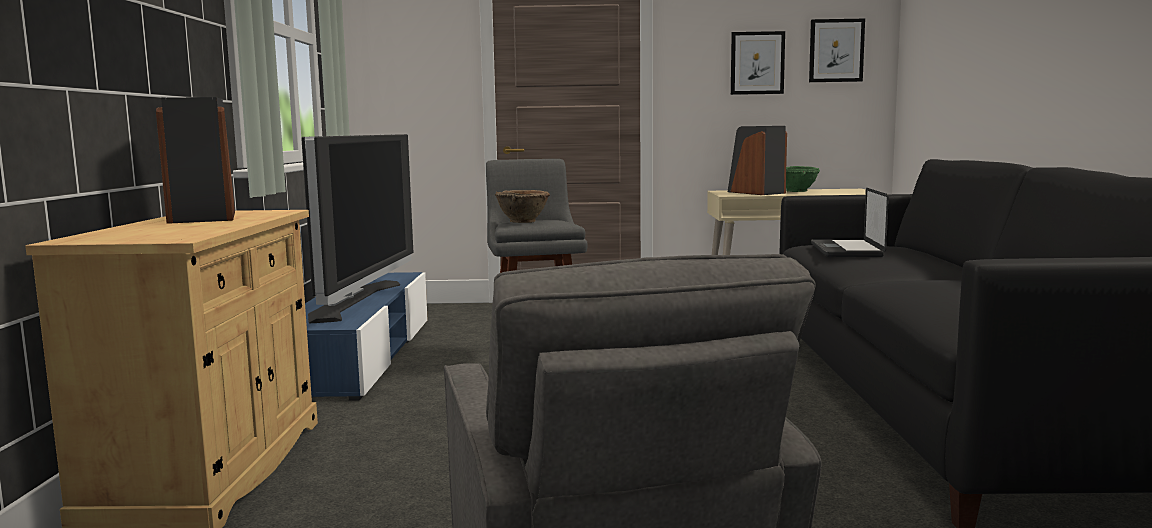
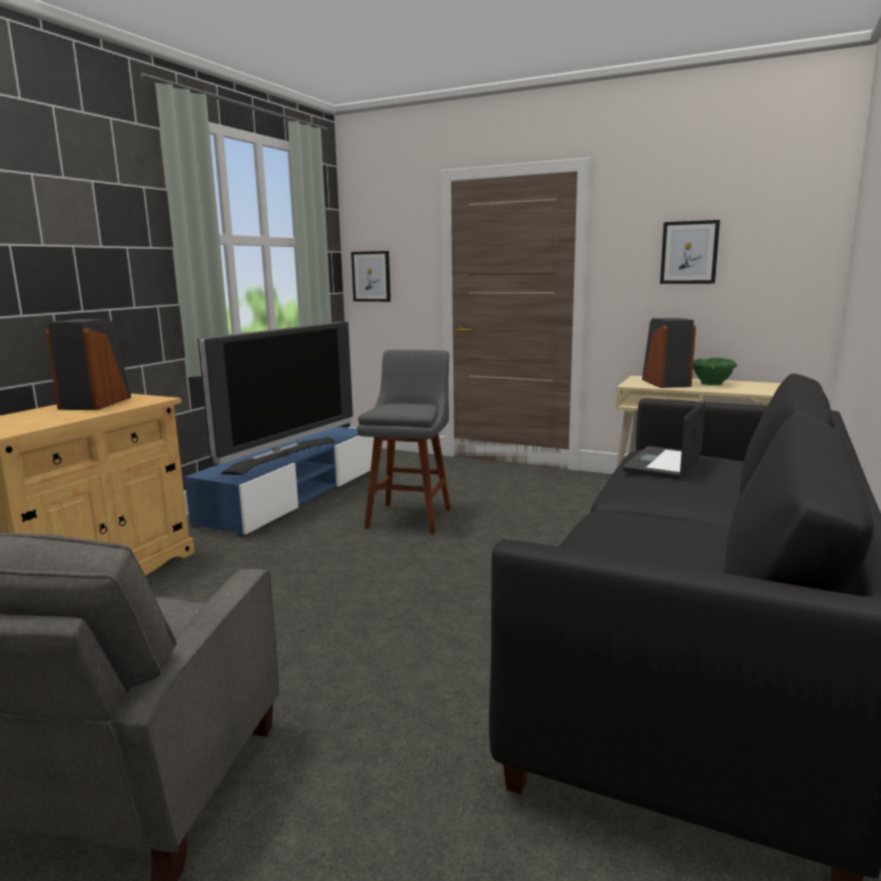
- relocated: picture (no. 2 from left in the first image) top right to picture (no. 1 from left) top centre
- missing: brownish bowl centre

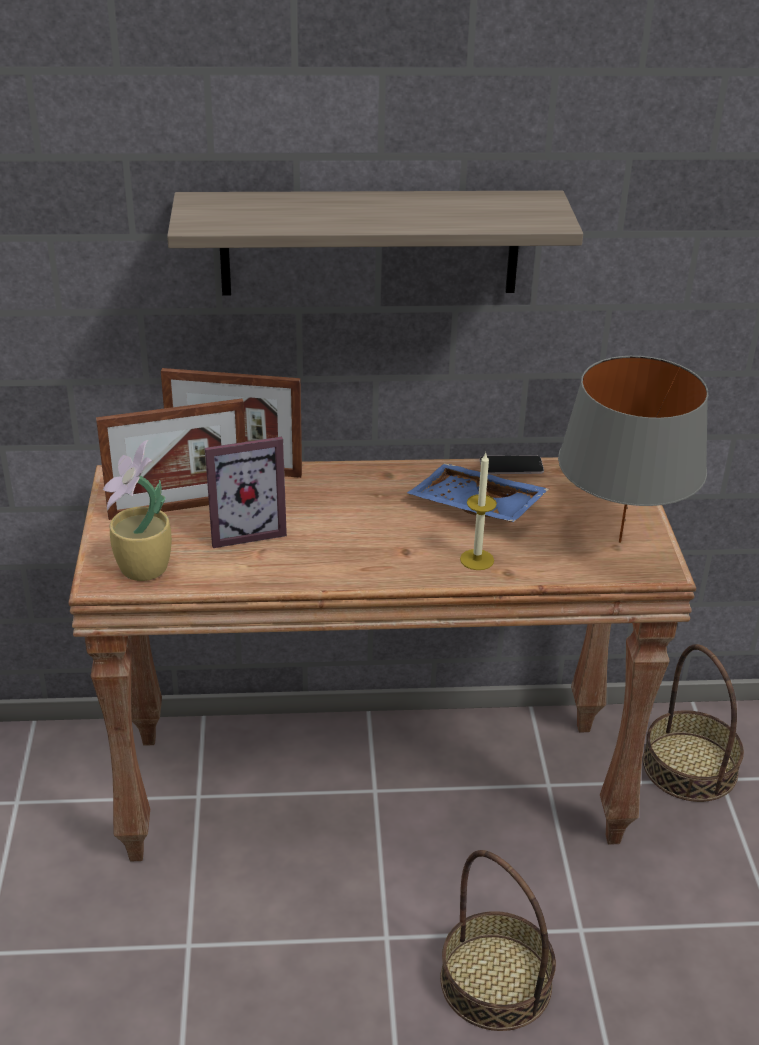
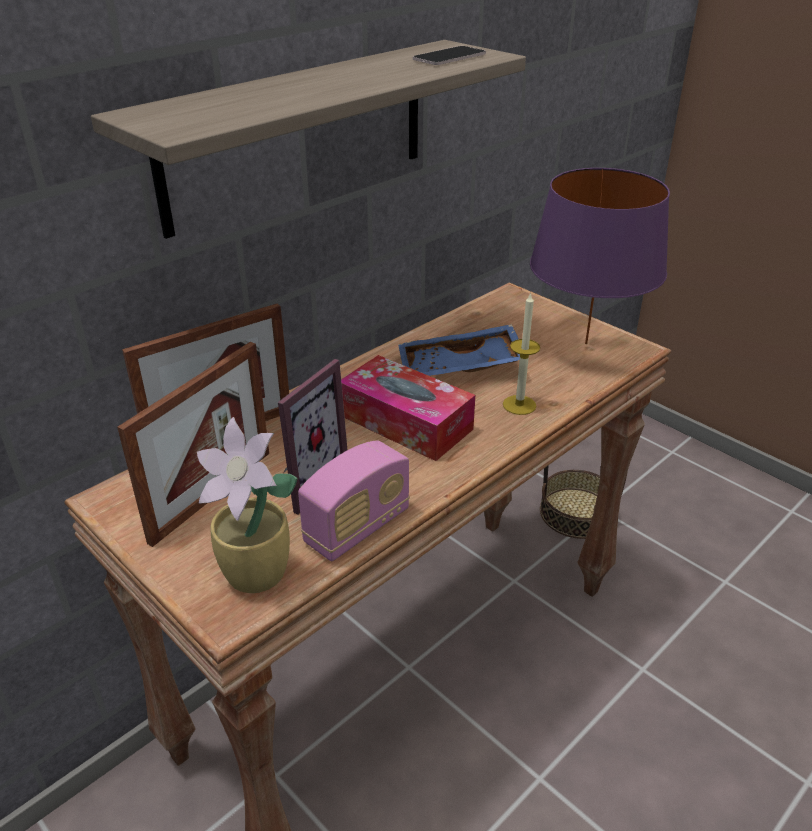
- colour: grey tabletop lamp middle right to purplish tabletop lamp top right
- relocated: handset middle right to top centre
- missing: basket (no. 1 from left) bottom centre
- appeared: tissue holder centre
- appeared: radio set centre

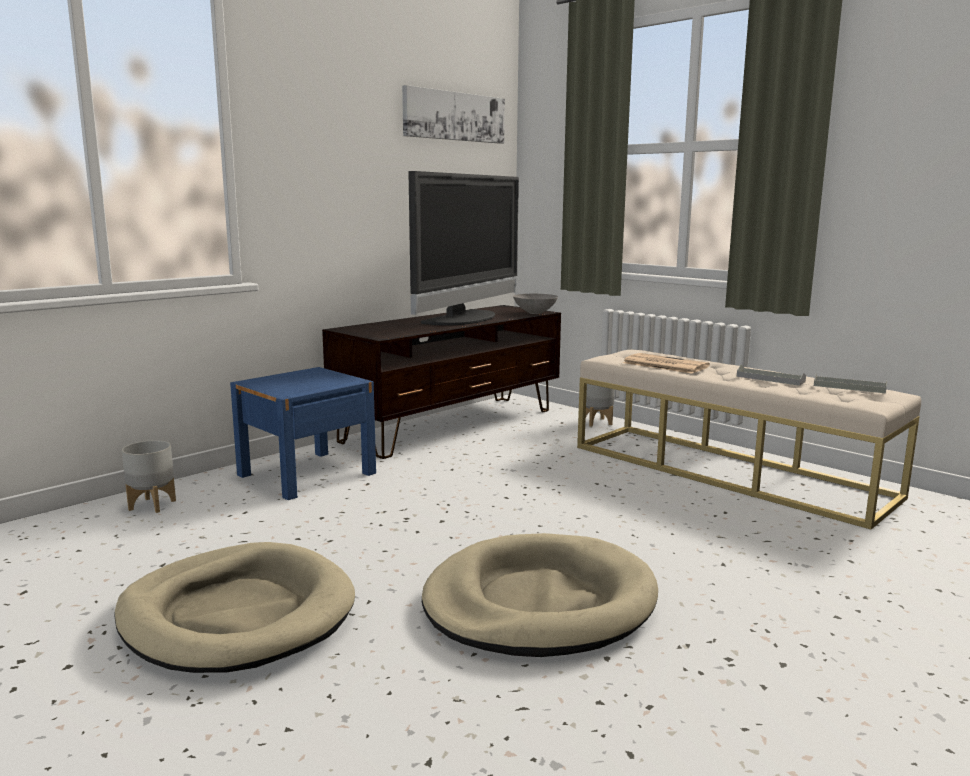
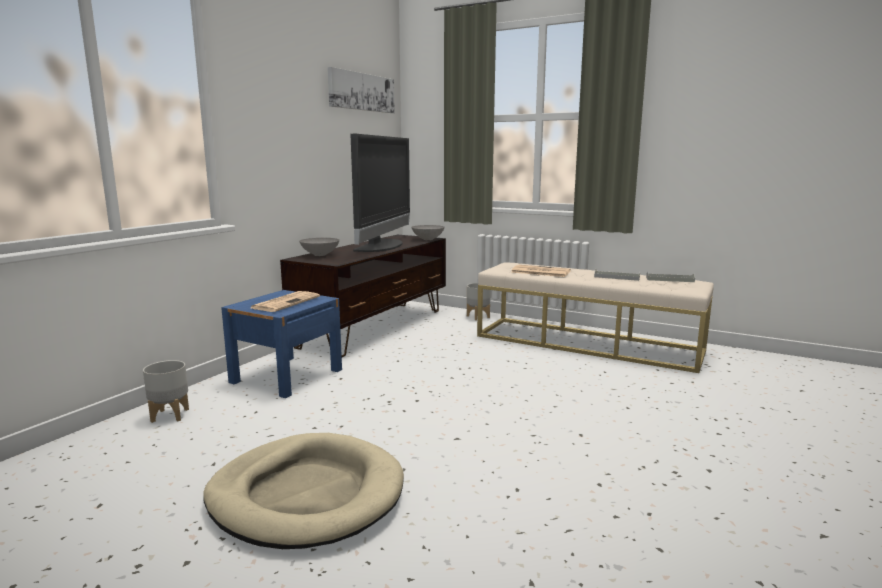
- missing: beige dog bed (no. 2 from left) bottom centre
- appeared: grey bowl (no. 1 from left) centre
- appeared: daily paper (no. 1 from left) middle left

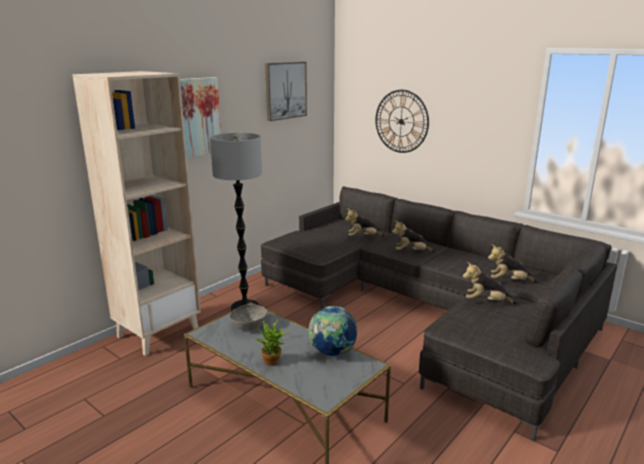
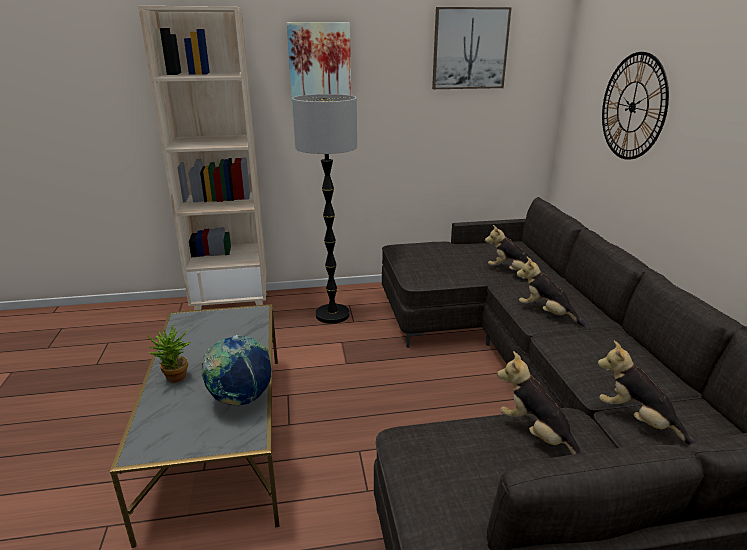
- missing: grey bowl bottom centre

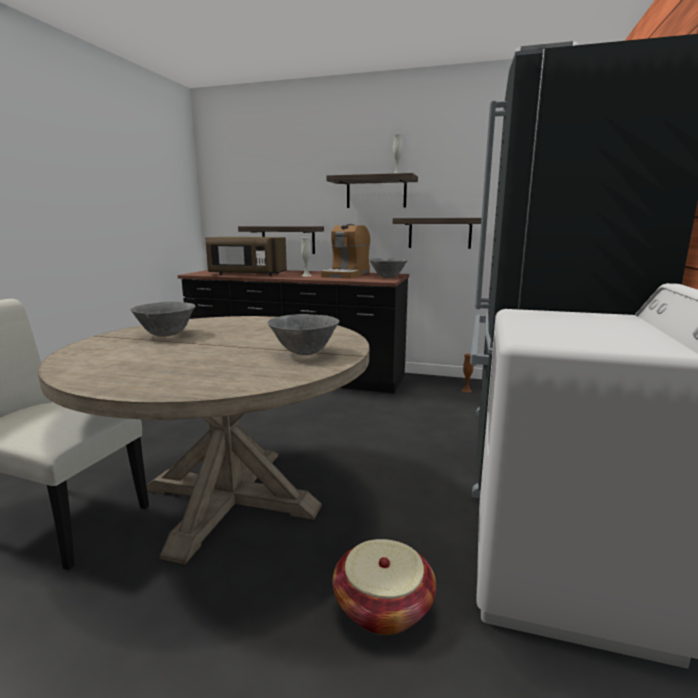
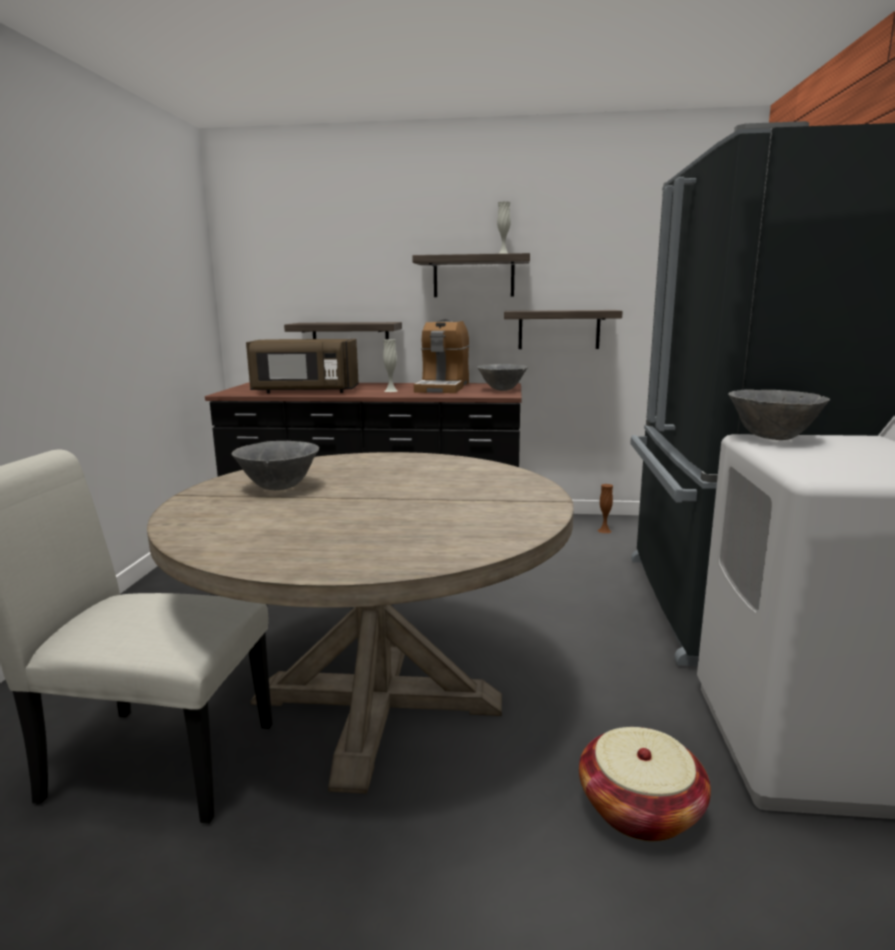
- relocated: grey bowl (no. 2 from left in the first image) centre to grey bowl (no. 3 from left) middle right

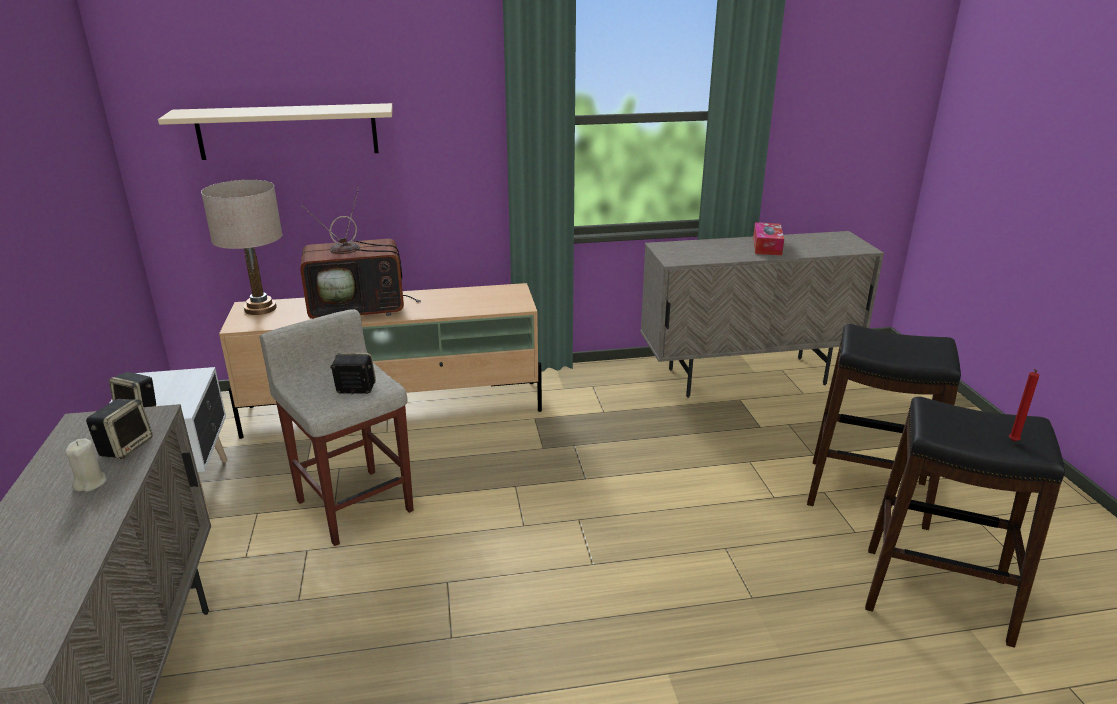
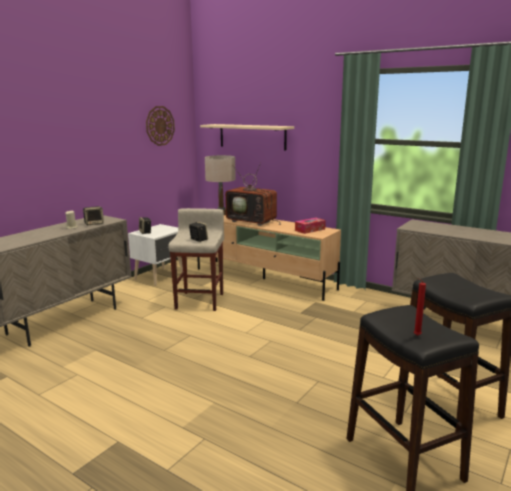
- relocated: tissue holder middle right to centre
- appeared: clock on the wall top left

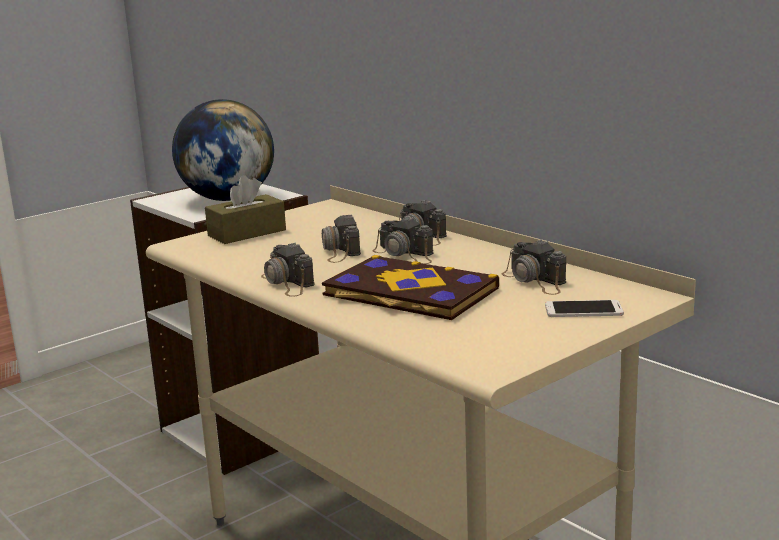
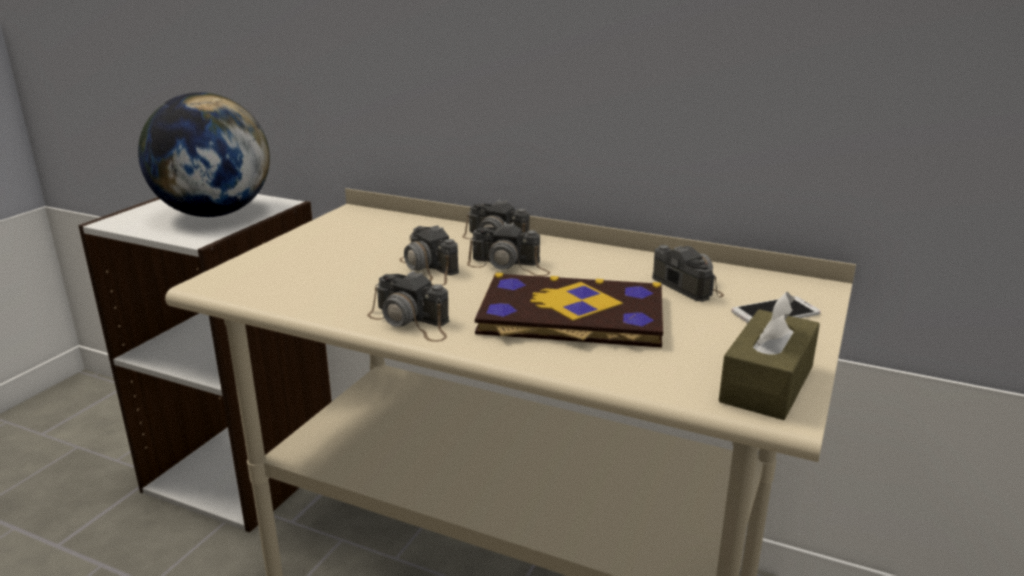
- relocated: brownish tissue holder middle left to middle right
- spun: still camera (no. 5 from left) middle right = middle right 150 degrees counterclockwise

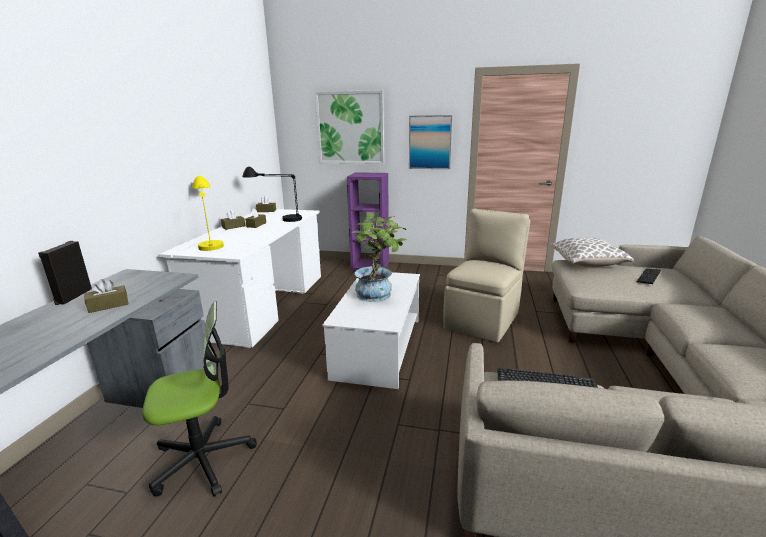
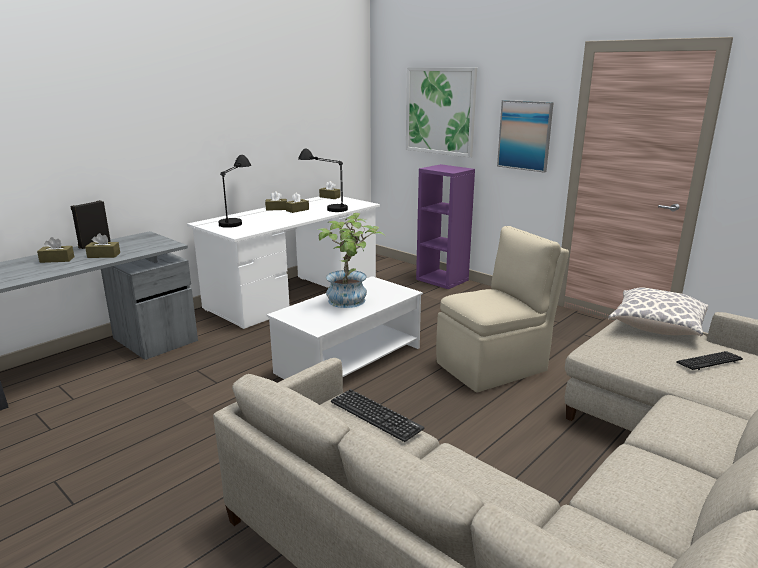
- colour: yellow tabletop lamp middle left to black tabletop lamp (no. 1 from left) middle left
- missing: desk chair bottom left
- appeared: brownish tissue holder (no. 1 from left) middle left

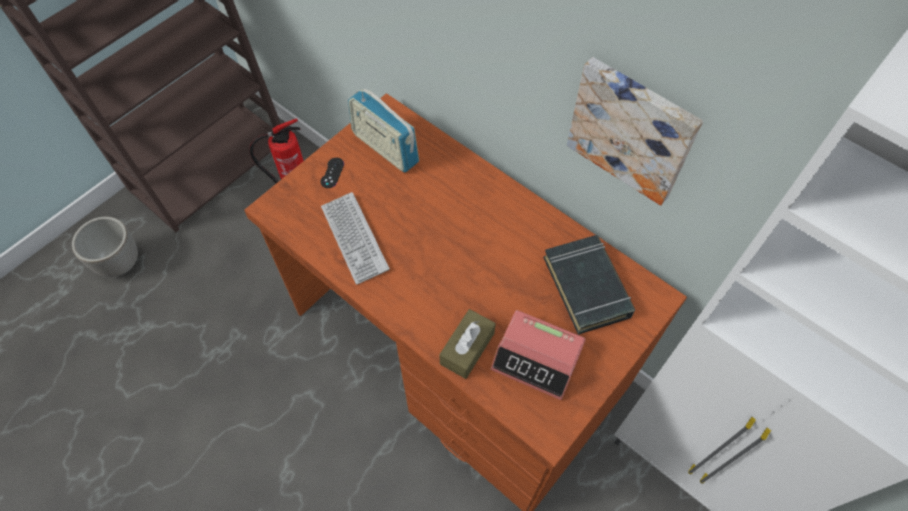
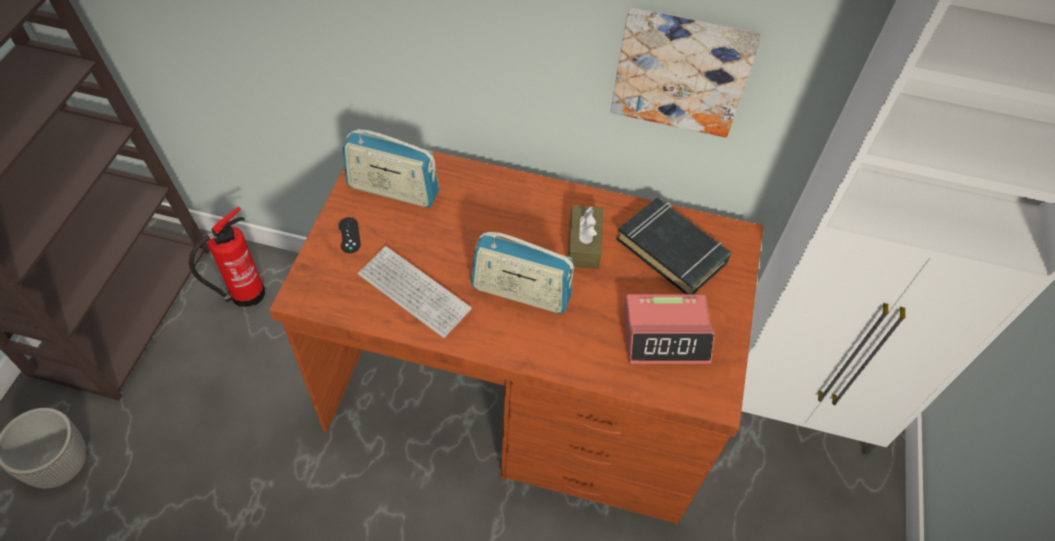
- relocated: brownish tissue holder bottom centre to centre
- appeared: radio set (no. 2 from left) centre

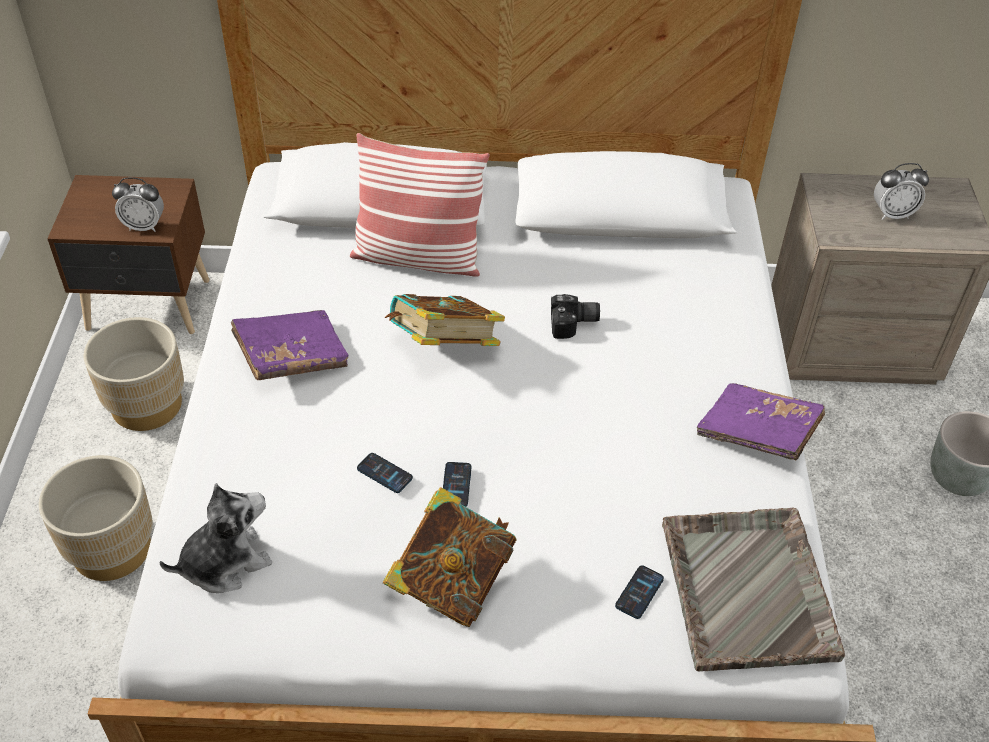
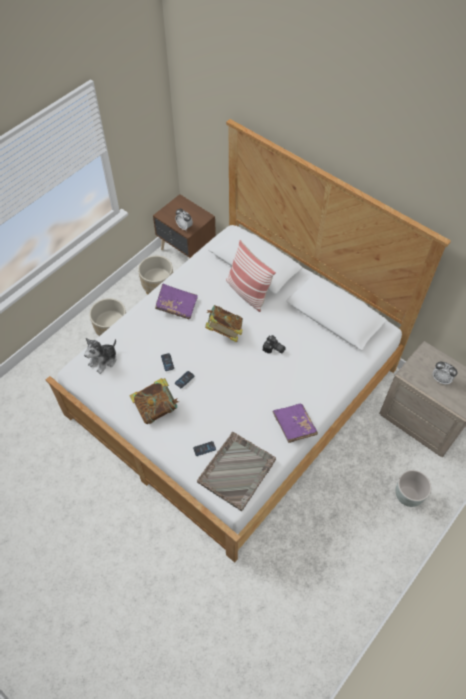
- spun: soft toy bottom left = middle left 120 degrees clockwise

